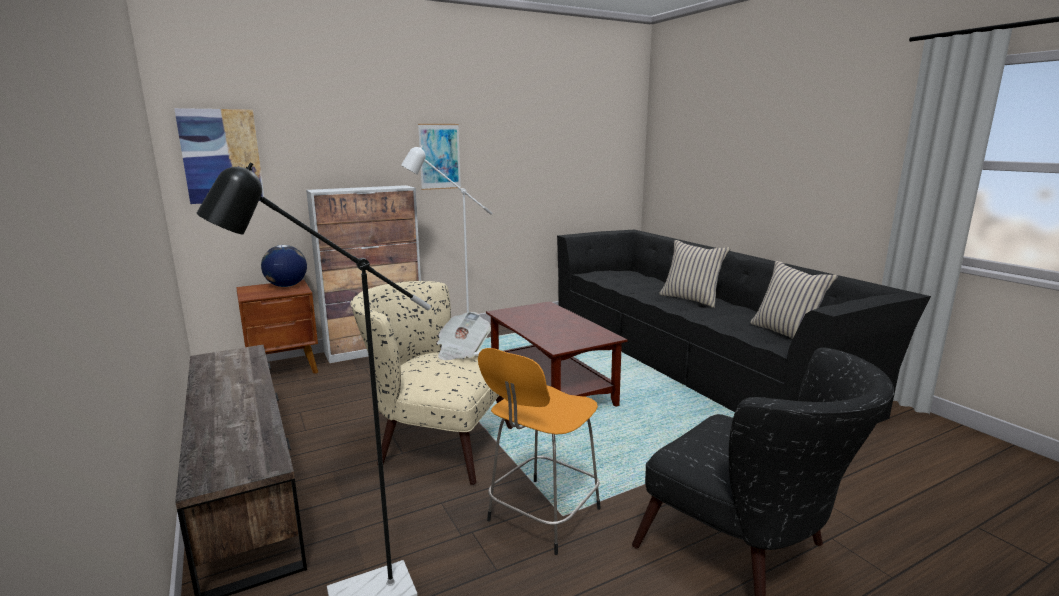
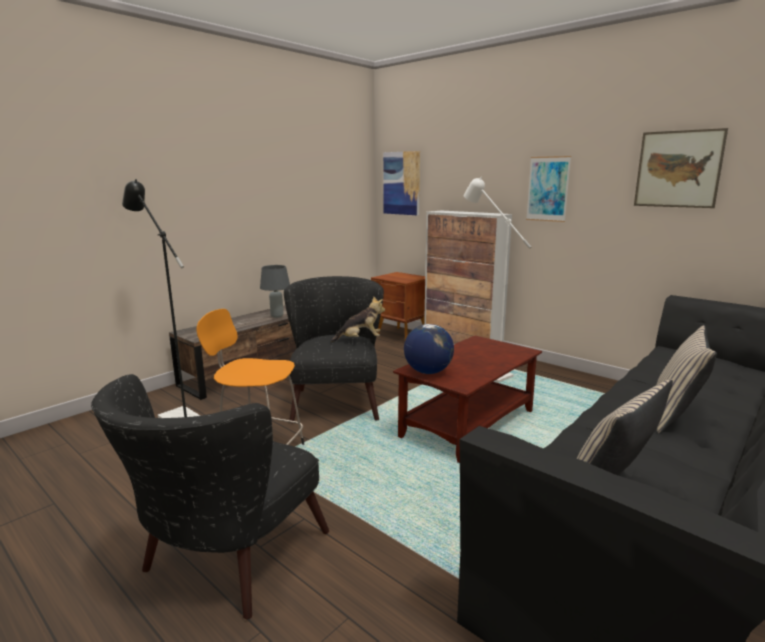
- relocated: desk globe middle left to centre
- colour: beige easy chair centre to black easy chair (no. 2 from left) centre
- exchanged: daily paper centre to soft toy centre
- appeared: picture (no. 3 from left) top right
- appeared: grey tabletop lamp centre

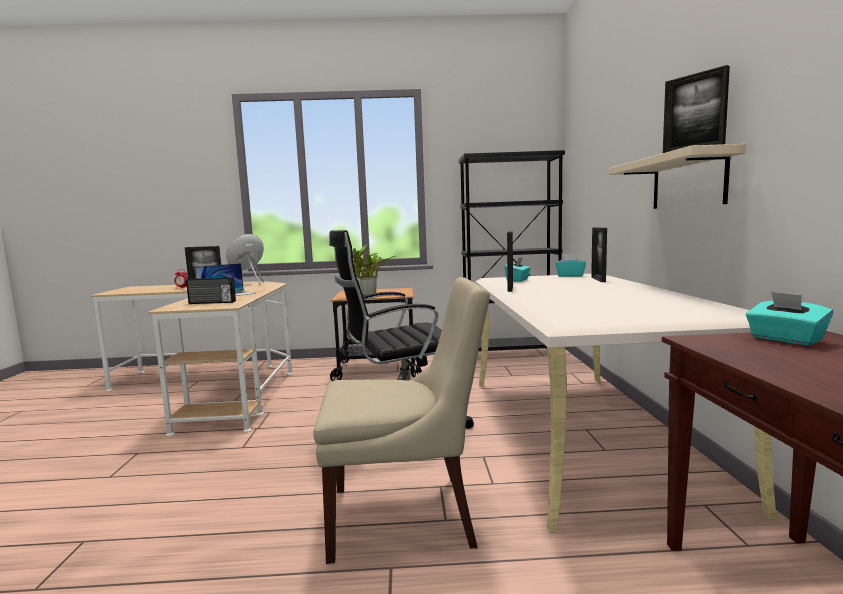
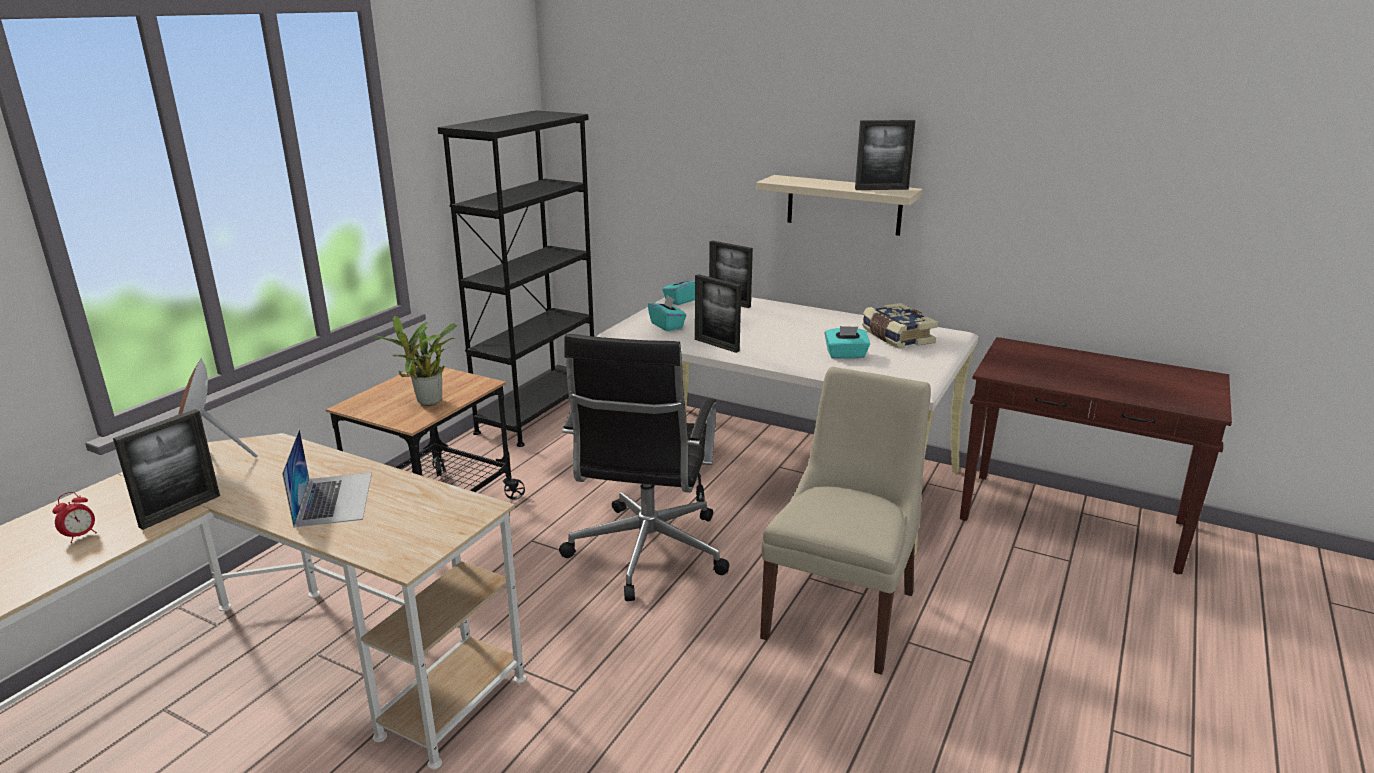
- missing: radio set middle left
- relocated: turquoise-coloured tissue holder (no. 3 from left) middle right to centre
- appeared: book centre

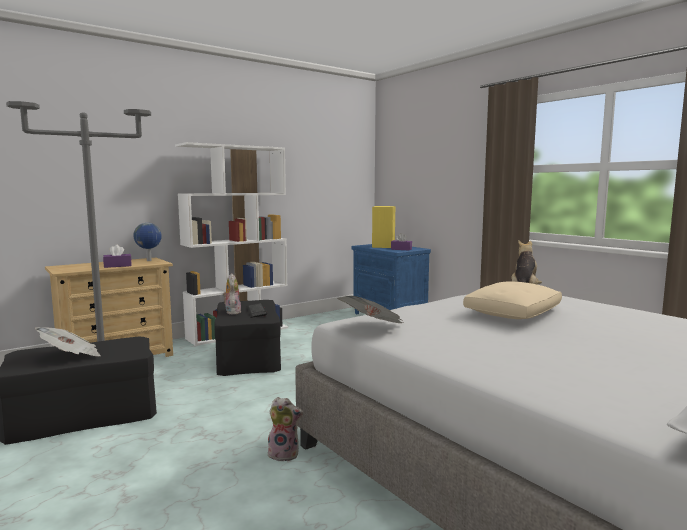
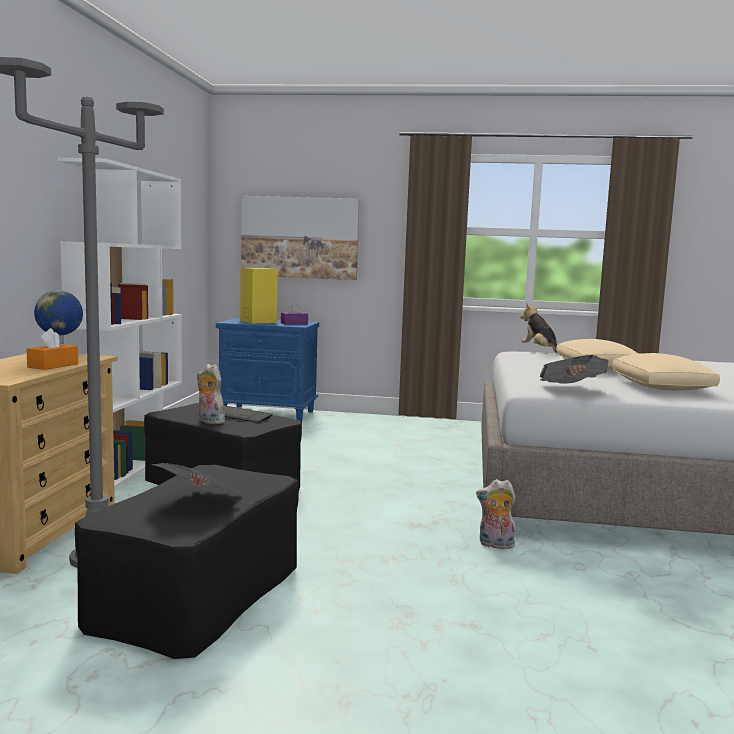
- colour: purplish tissue holder (no. 1 from left) middle left to orange-coloured tissue holder middle left
- spun: soft toy (no. 2 from left) bottom centre = bottom right 135 degrees counterclockwise
- appeared: picture top centre
- appeared: beige cushion (no. 2 from left) middle right

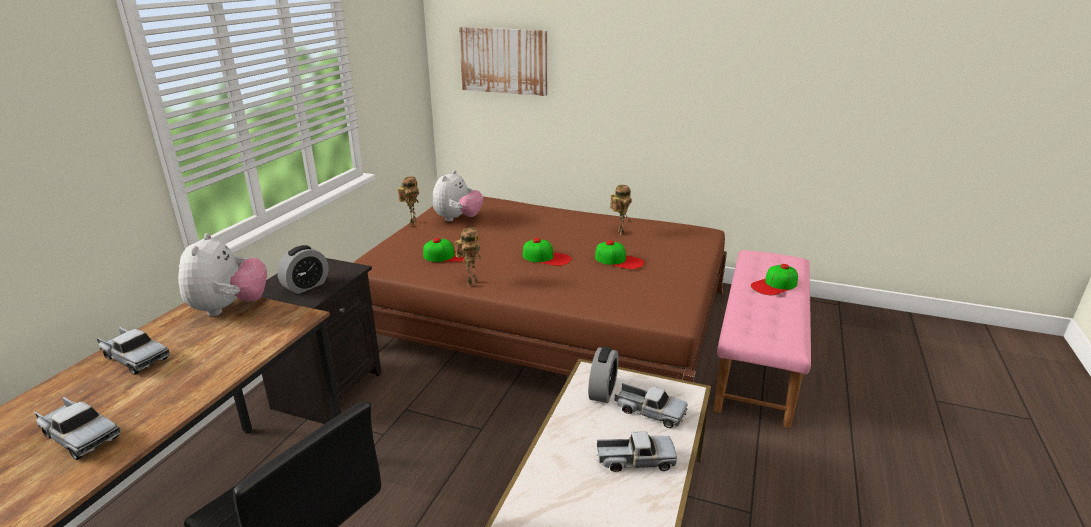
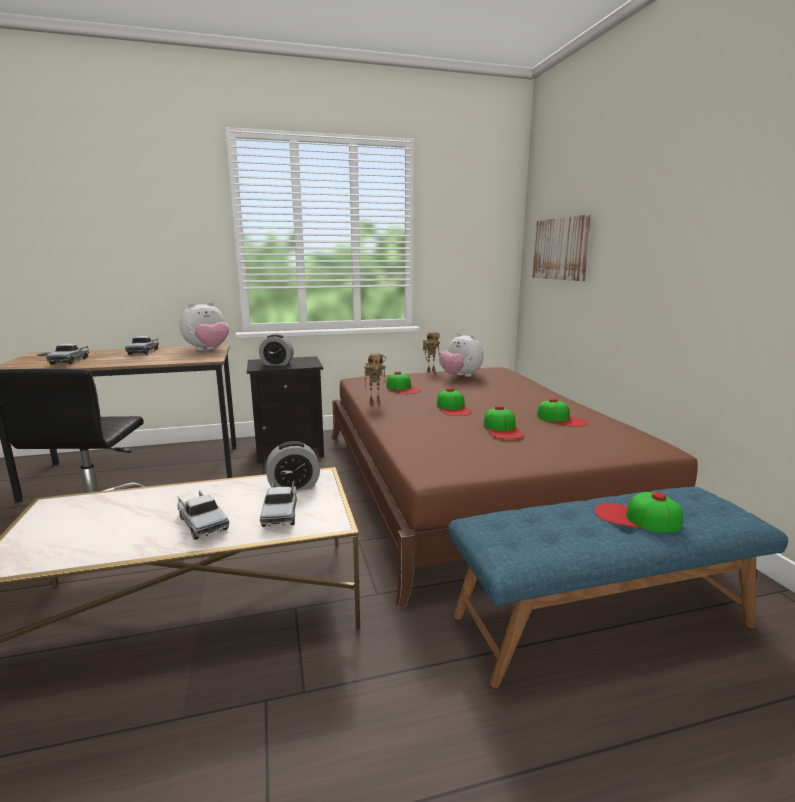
- spun: soft toy (no. 2 from left) centre = centre 60 degrees clockwise
- exchanged: toy robot (no. 3 from left) centre to baseball cap (no. 4 from left) middle right
- colour: pink bench middle right to blue-coloured bench bottom right

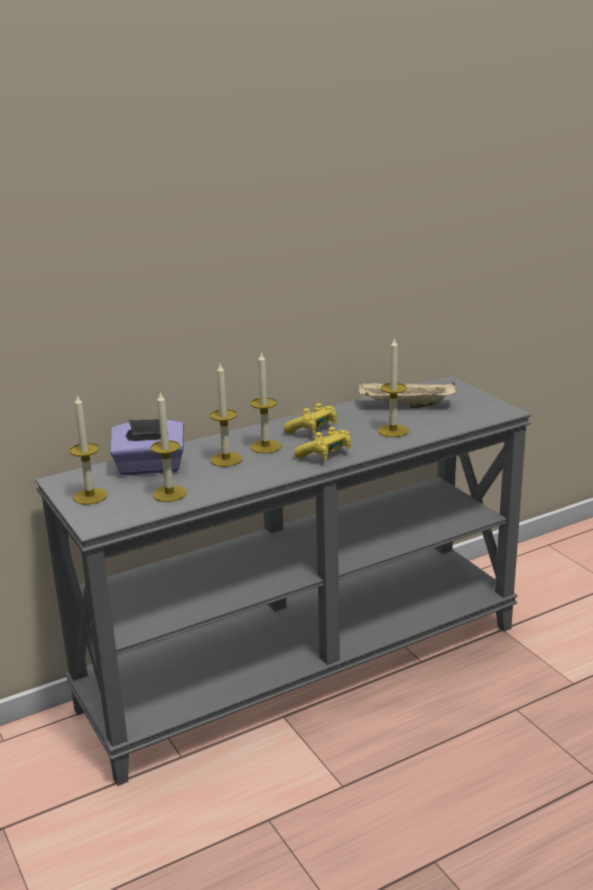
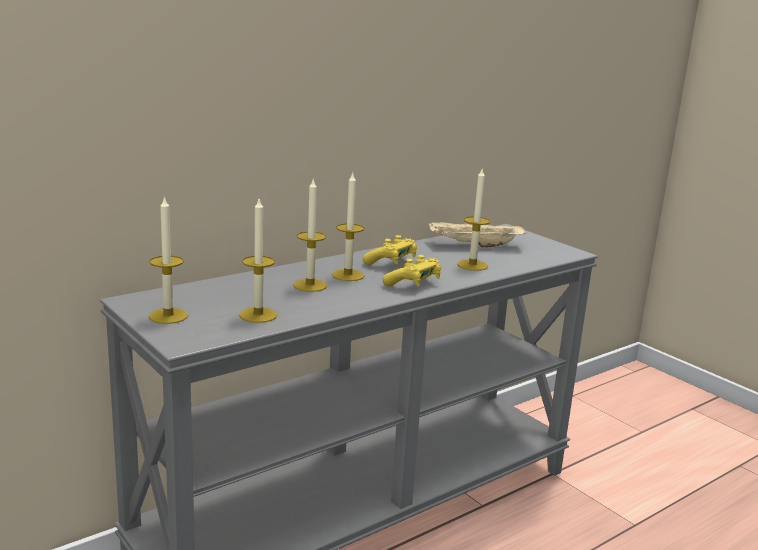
- missing: purplish tissue holder middle left

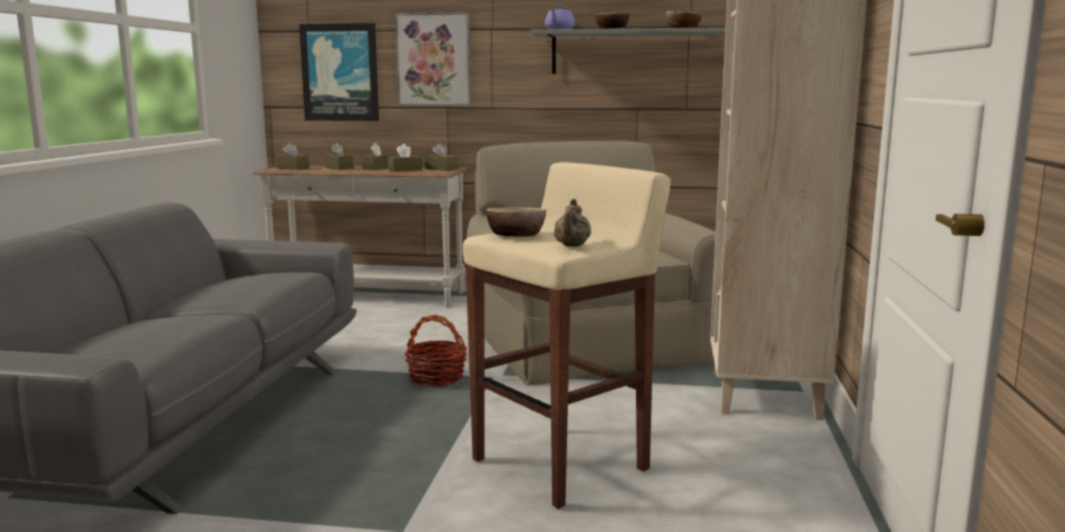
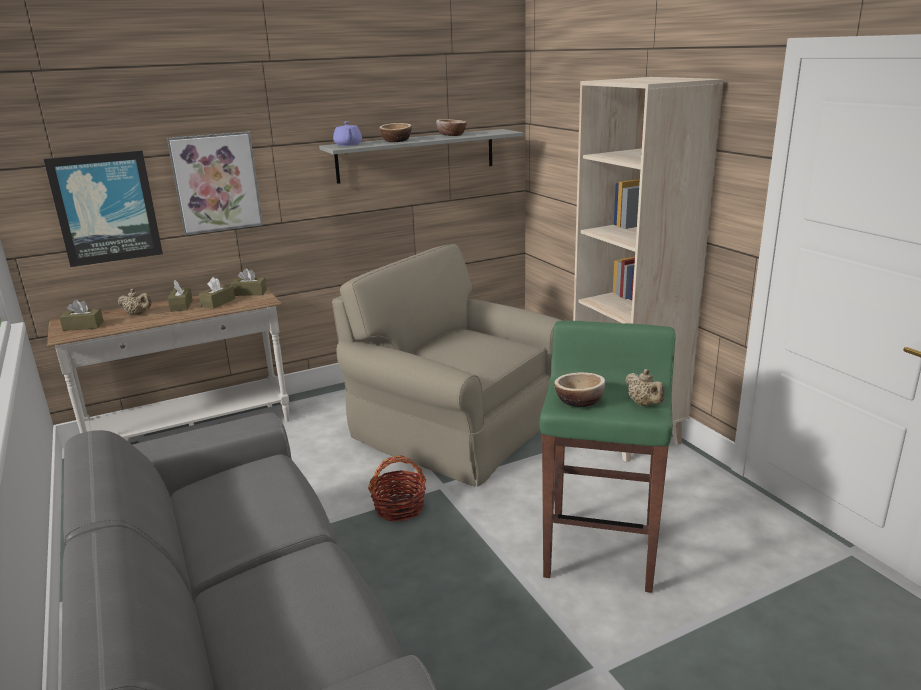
- exchanged: brownish tissue holder (no. 2 from left) top left to beige tea pot (no. 1 from left) middle left
- colour: beige sitting stool centre to greenish sitting stool centre

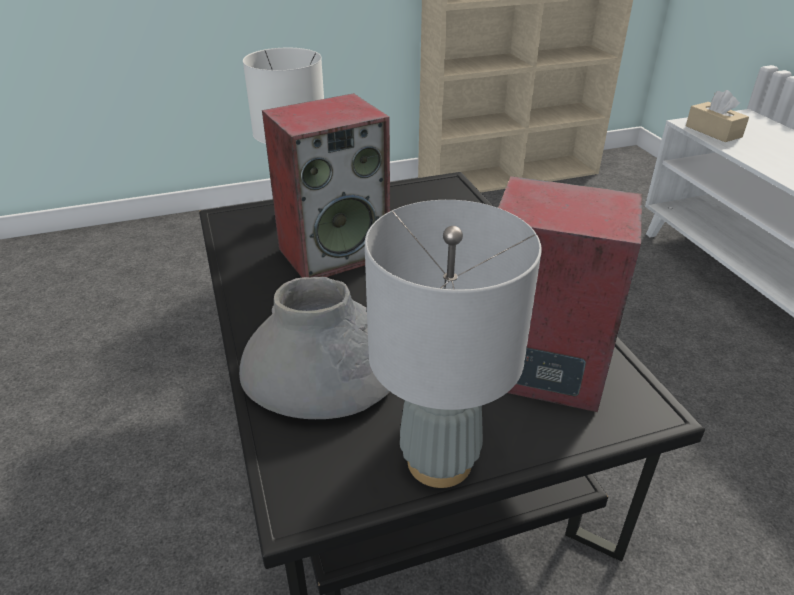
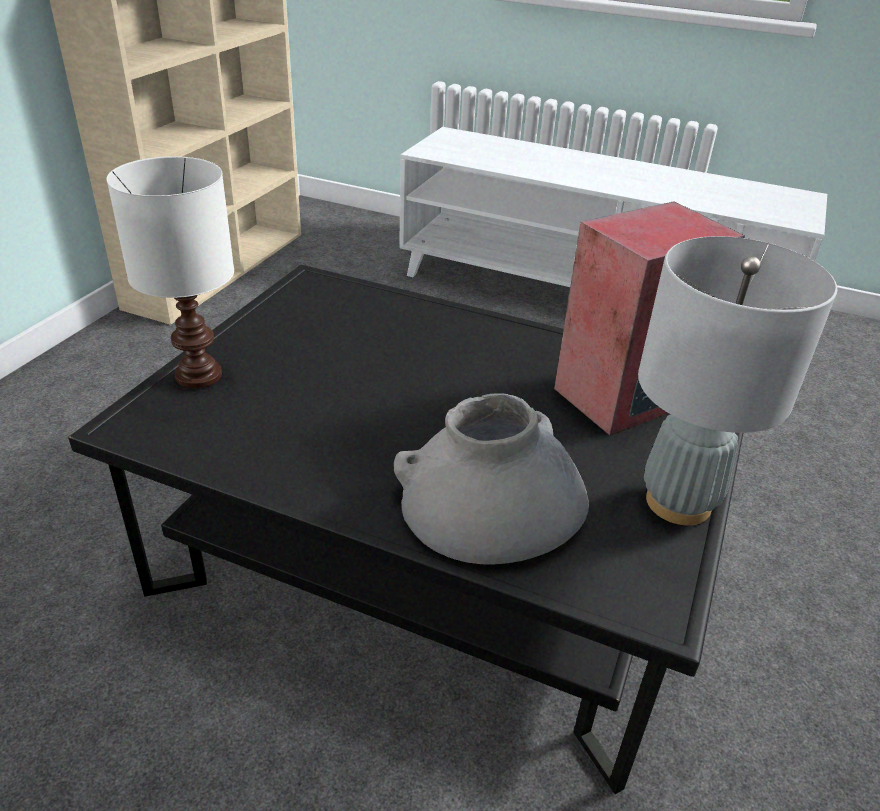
- missing: beige tissue holder top right
- missing: speaker (no. 1 from left) top centre

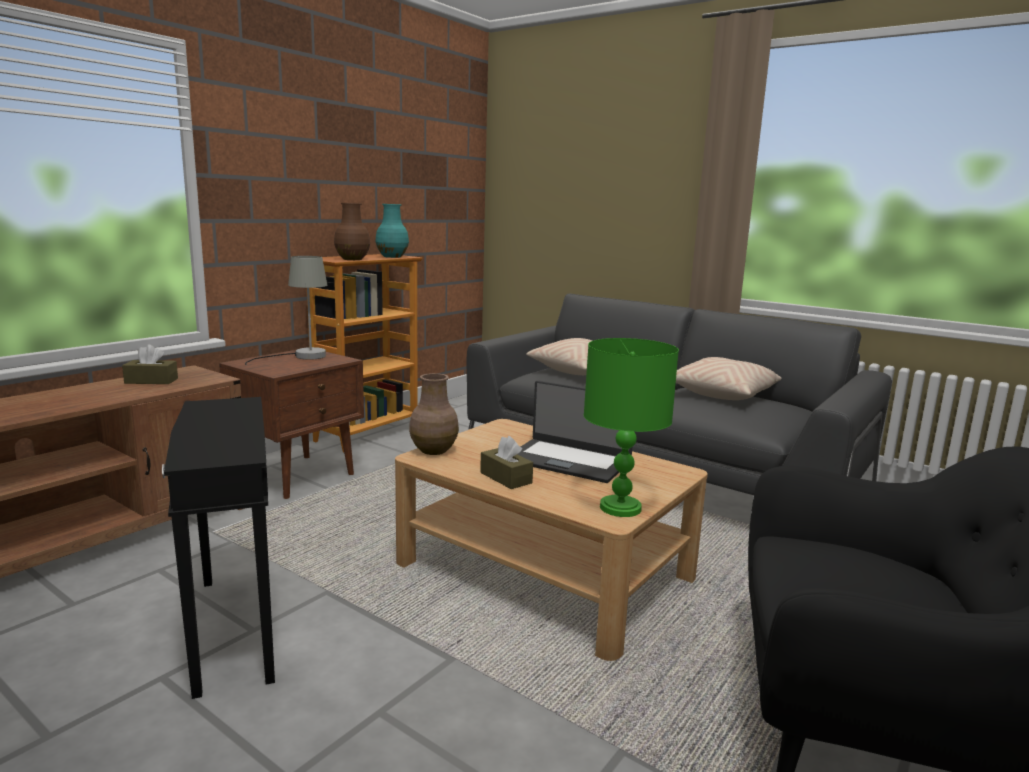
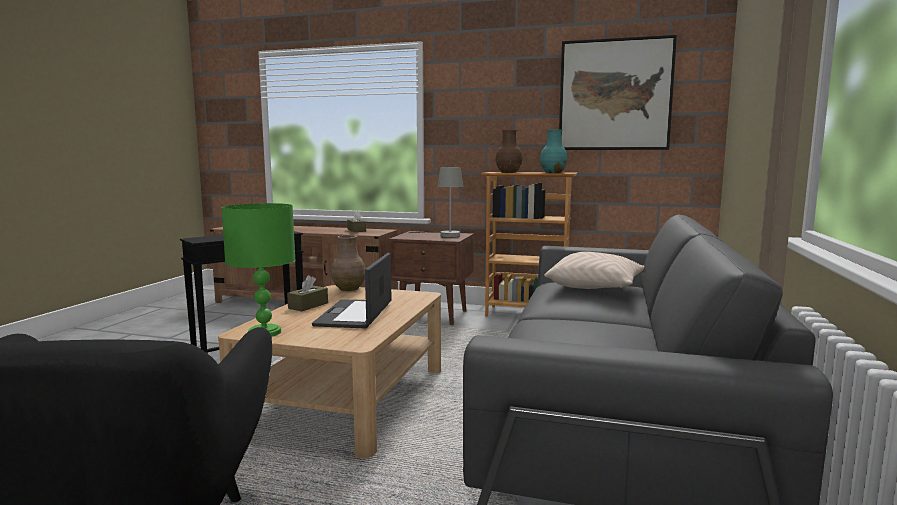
- missing: beige cushion (no. 2 from left) middle right
- appeared: picture top right

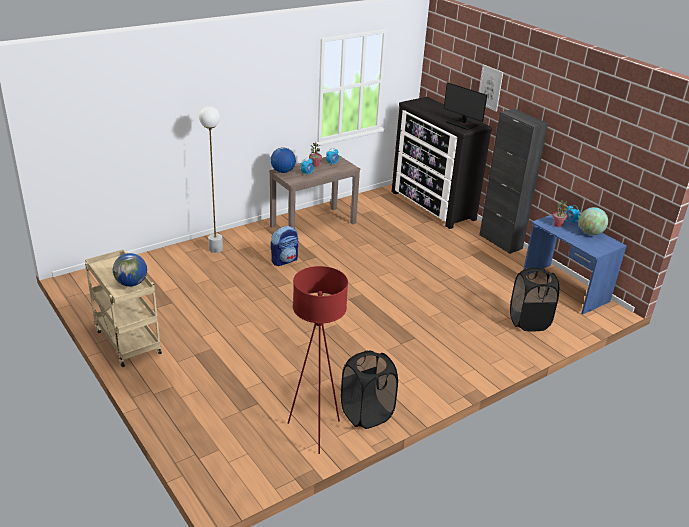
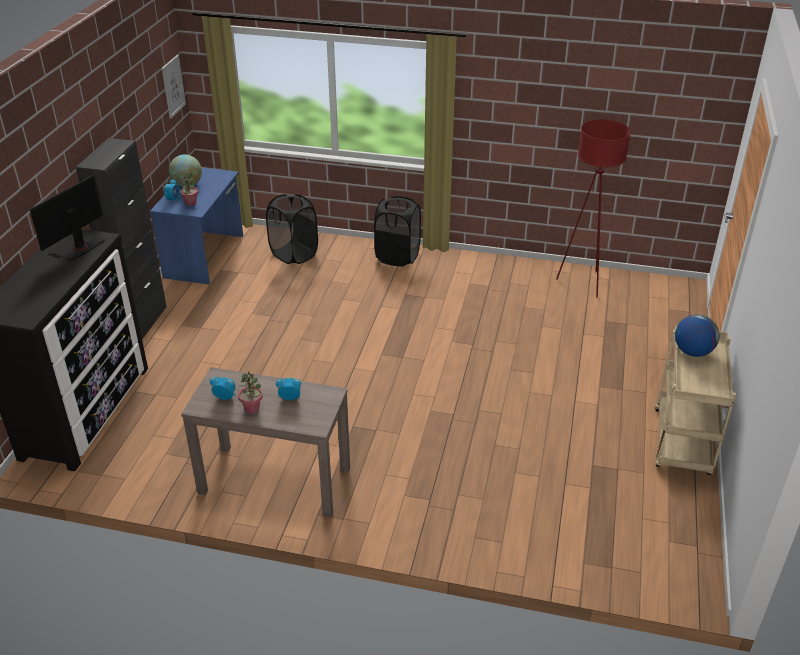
- relocated: picture top right to top left
- spun: computer display top right = top left 150 degrees counterclockwise
- missing: whitish standard lamp middle left
- missing: desk globe (no. 2 from left) top centre
- missing: rucksack centre
- relocated: black washing basket (no. 1 from left in the first image) bottom centre to black washing basket (no. 2 from left) centre

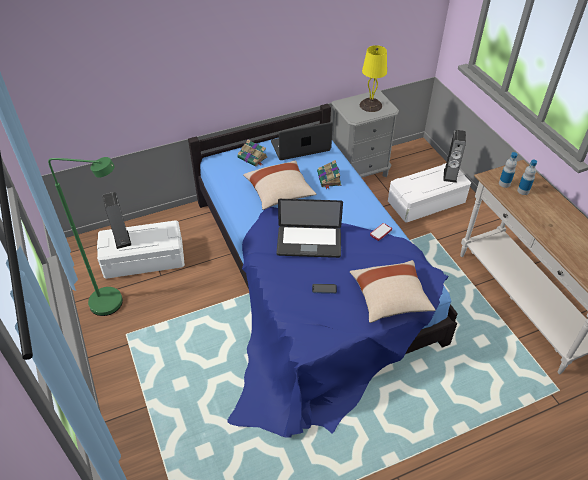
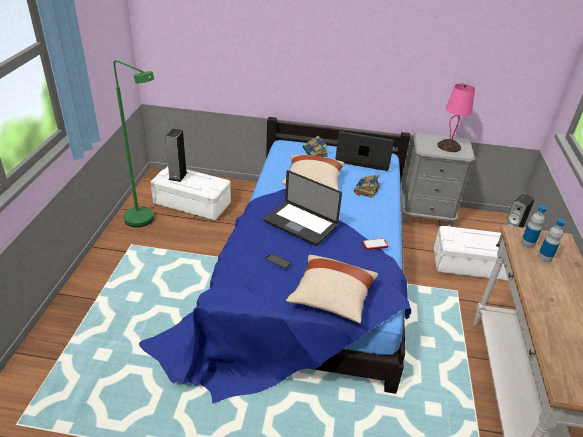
- colour: yellow tabletop lamp top centre to pink tabletop lamp top right

